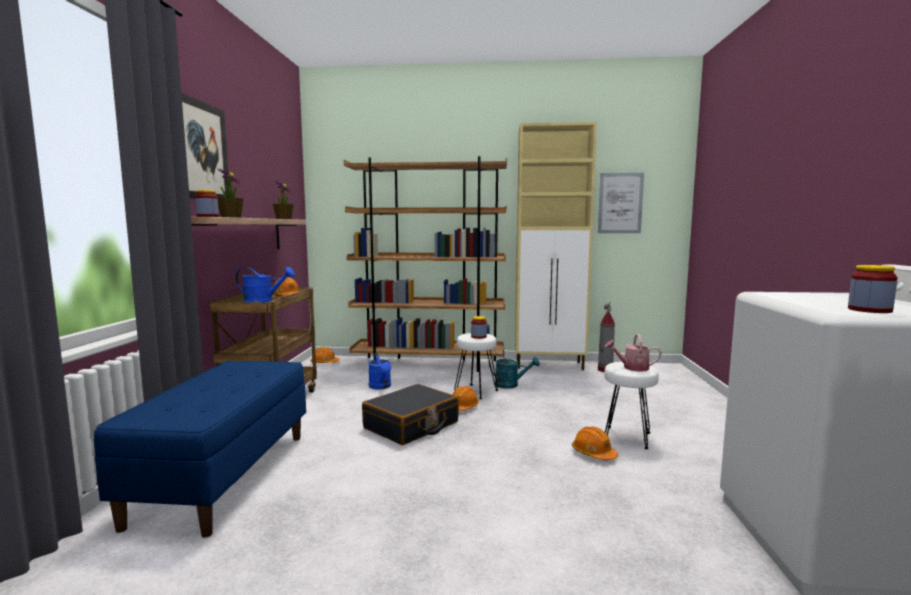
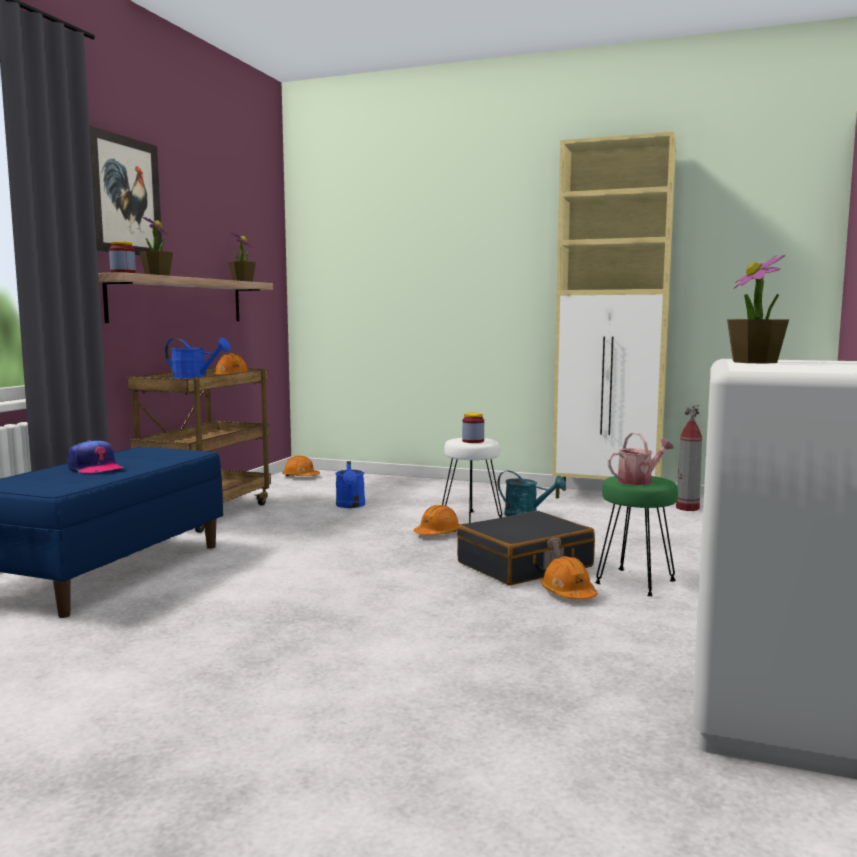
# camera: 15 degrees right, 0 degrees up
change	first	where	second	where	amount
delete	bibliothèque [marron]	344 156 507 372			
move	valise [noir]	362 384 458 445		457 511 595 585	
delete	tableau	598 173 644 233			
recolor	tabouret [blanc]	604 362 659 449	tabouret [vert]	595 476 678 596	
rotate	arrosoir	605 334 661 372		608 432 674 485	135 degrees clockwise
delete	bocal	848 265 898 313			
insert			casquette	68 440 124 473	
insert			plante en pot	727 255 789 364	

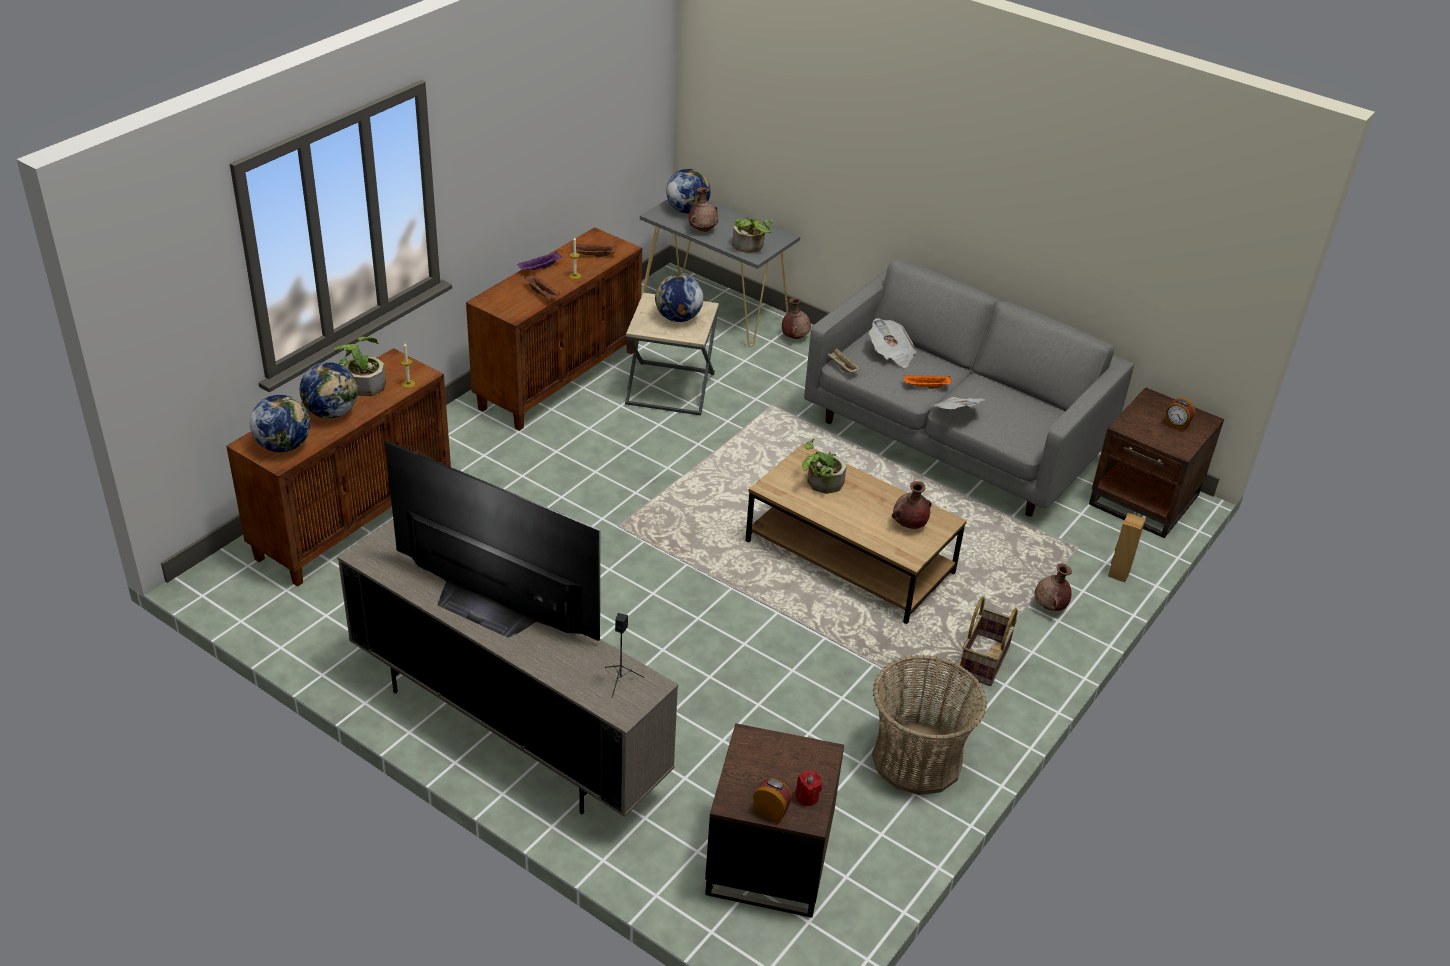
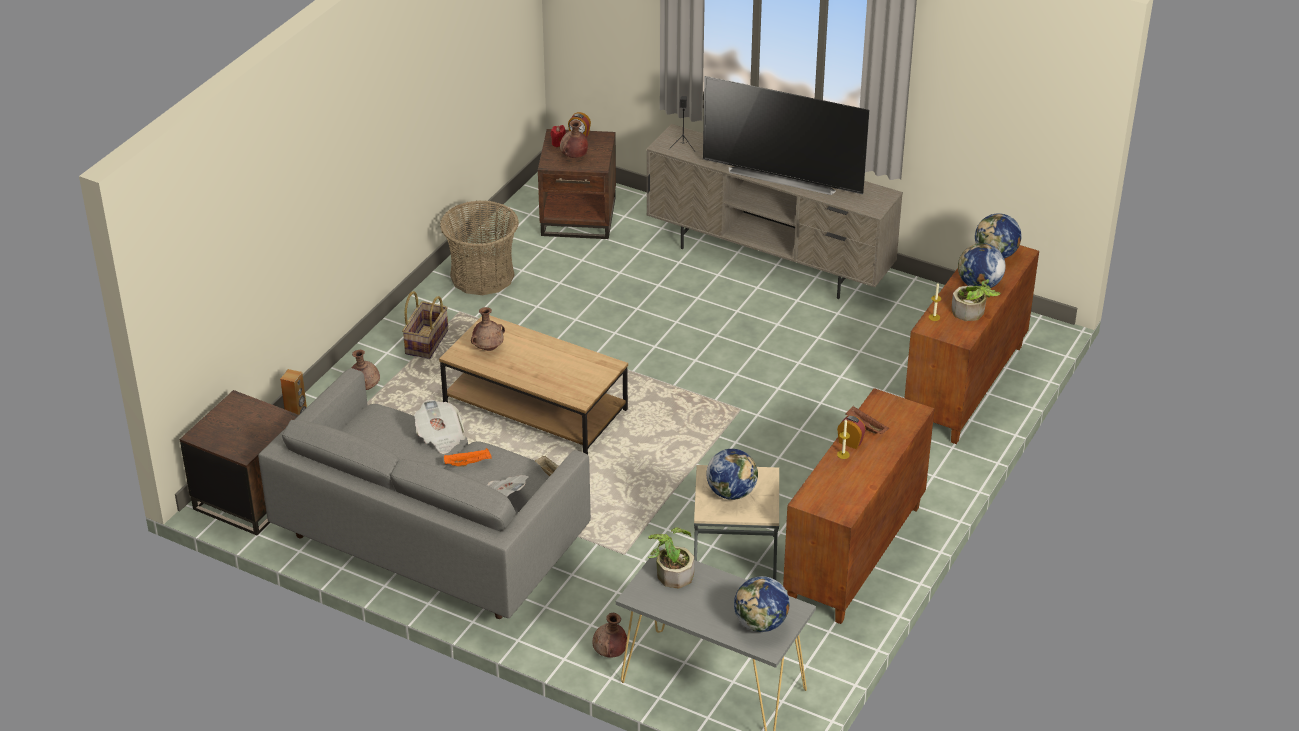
# camera: 175 degrees right, 0 degrees up
change	first	where	second	where	amount
delete	plateau [violet]	517 251 562 270			
delete	plateau [marron]	571 244 616 257			
move	vase [marron]	689 187 718 232		560 120 588 158	
delete	plante en pot	802 438 847 494			
move	réveil	1165 398 1195 432		837 415 866 449	

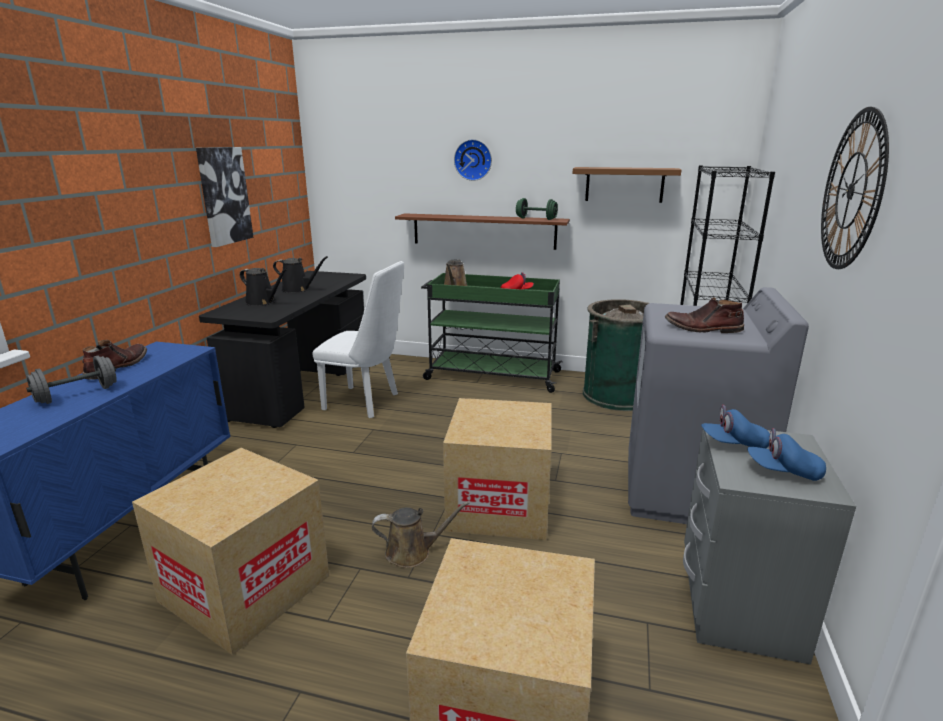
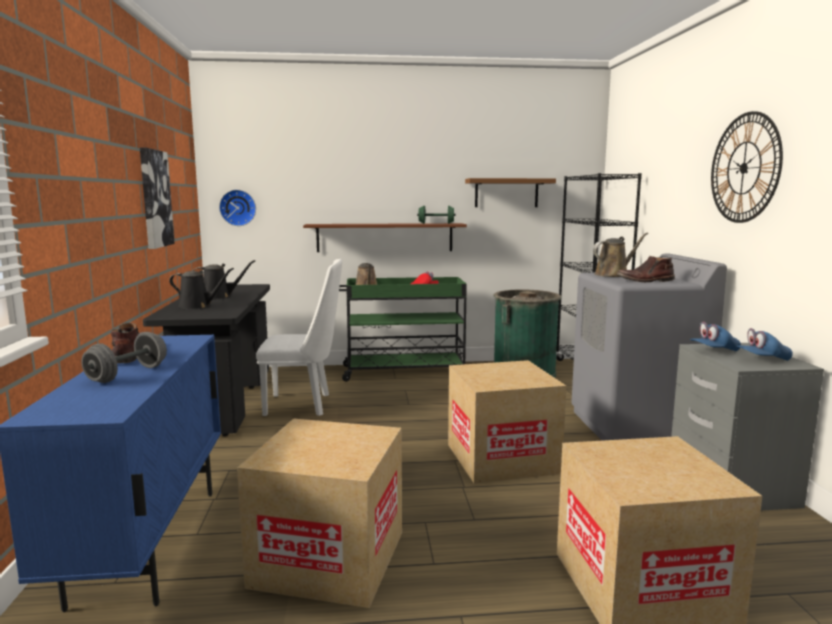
# camera: 20 degrees left, 10 degrees down
change	first	where	second	where	amount
move	arrosoir [marron]	372 501 470 568		593 232 648 277	
move	horloge murale	454 139 492 181		219 190 256 226	

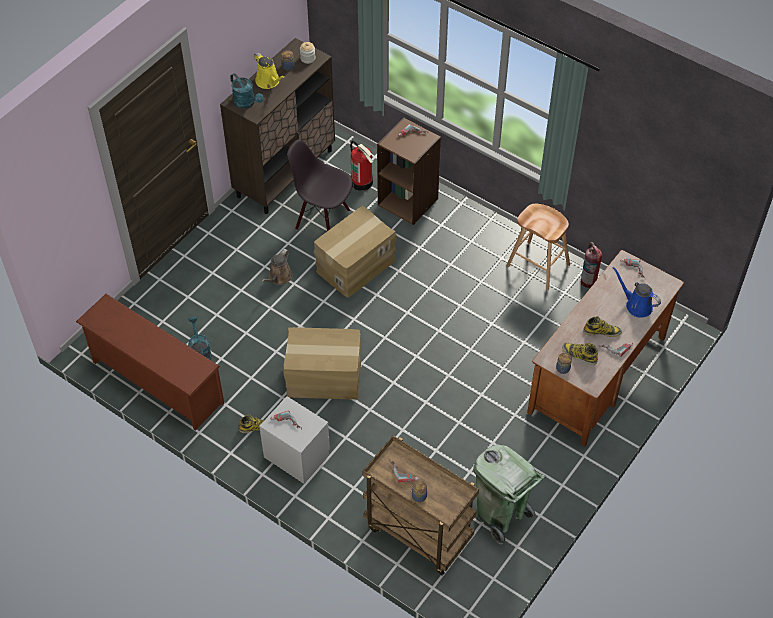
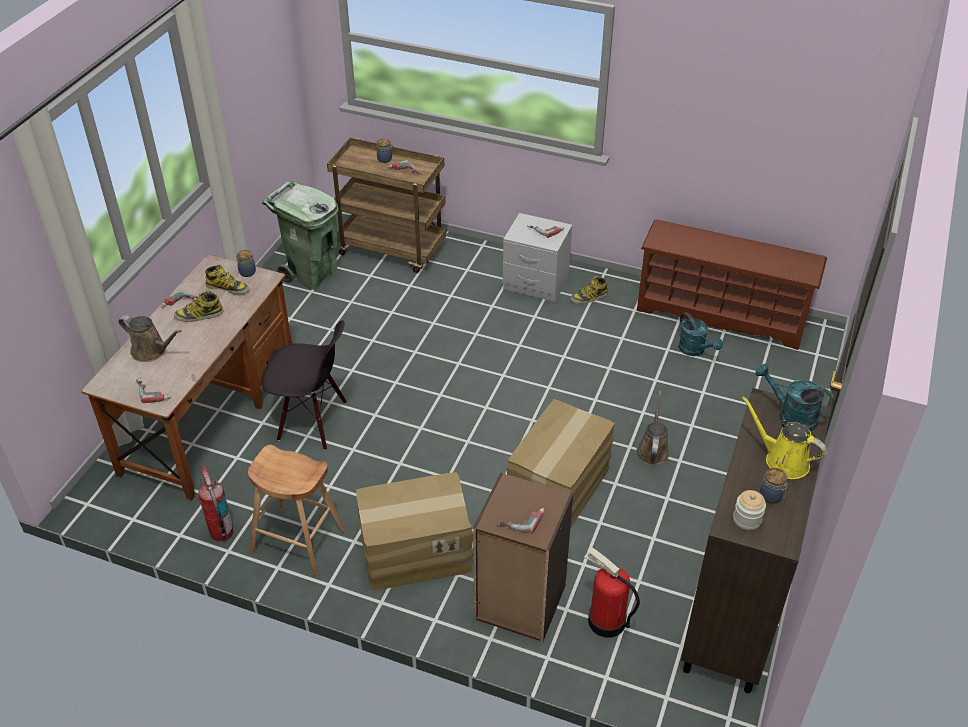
# camera: 165 degrees right, 10 degrees down
change	first	where	second	where	amount
move	carton	283 327 361 399		356 472 473 591	
move	chaise [noir]	287 140 353 231		261 320 347 450	
recolor	arrosoir [bleu]	613 267 661 318	arrosoir [marron]	118 315 181 362	

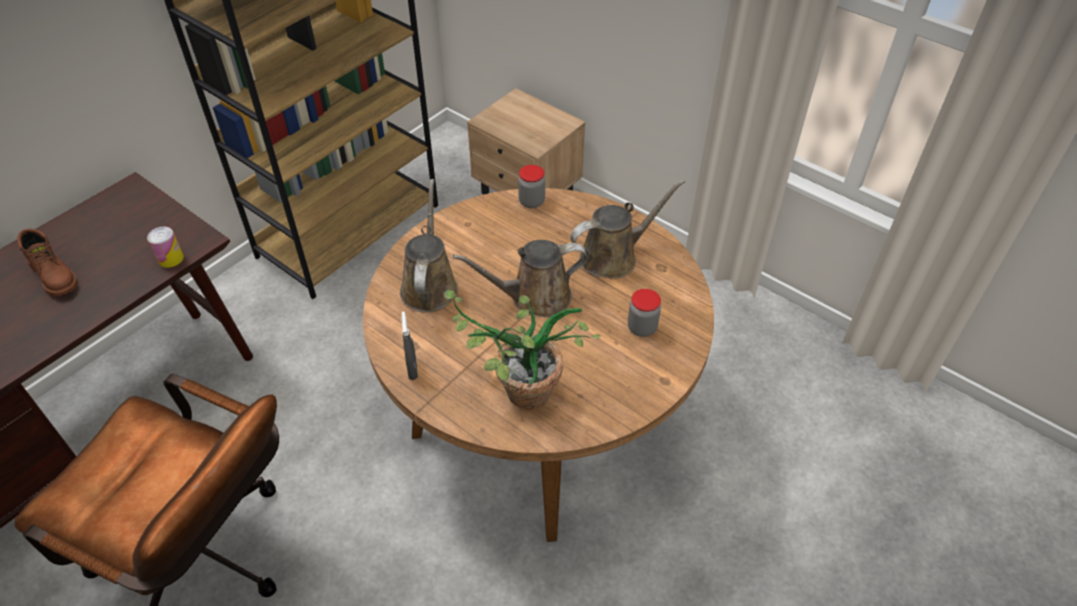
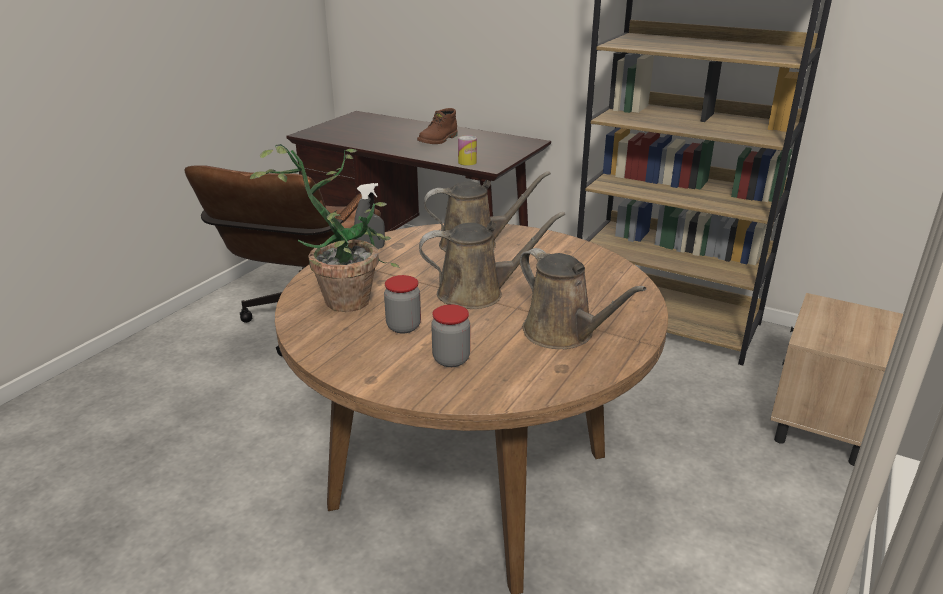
# camera: 80 degrees right, 20 degrees down
change	first	where	second	where	amount
rotate	arrosoir [marron]	453 240 587 317		419 212 565 309	105 degrees clockwise
move	bocal	518 165 545 208		384 275 421 333	

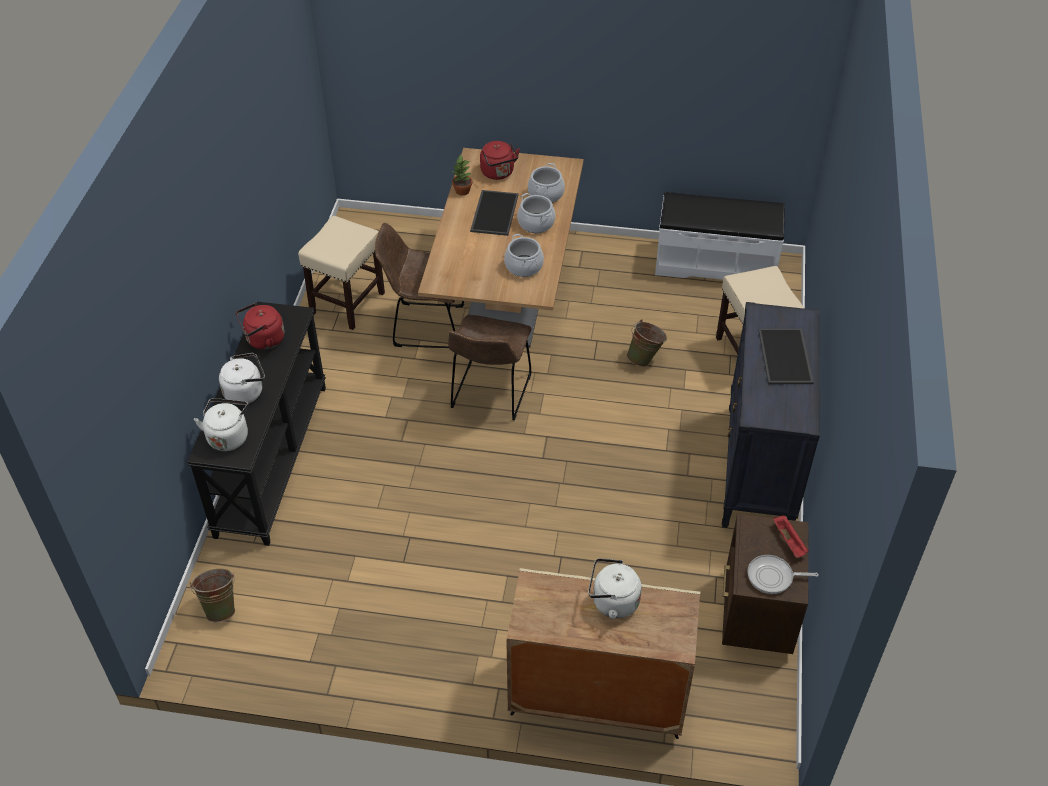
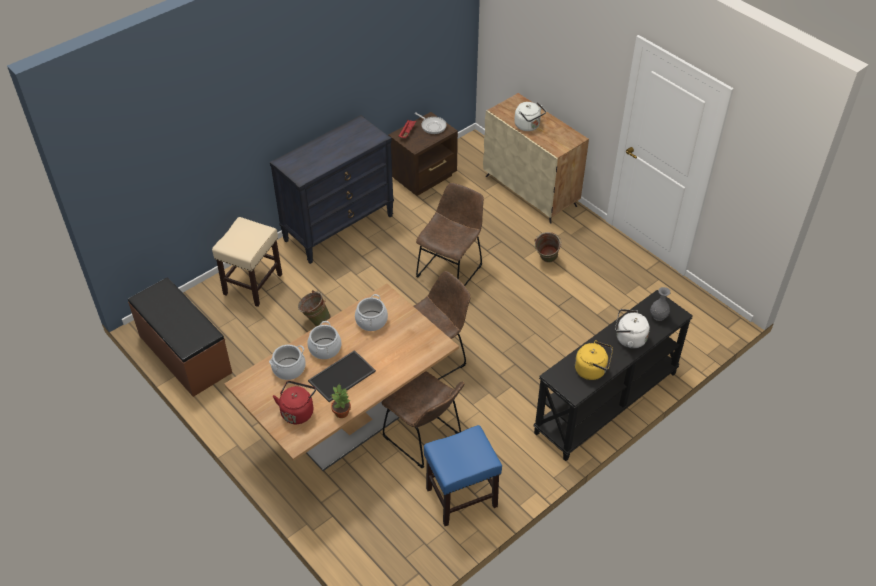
# camera: 140 degrees left, 0 degrees up
change	first	where	second	where	amount
move	seau [vert]	190 569 235 622		534 232 562 263	
replace	bouilloire [blanc]	194 398 248 451	vase [gris]	650 287 670 321	
recolor	bouilloire [rouge]	236 303 284 350	bouilloire [jaune]	575 340 613 380	
recolor	tabouret [beige]	298 216 385 330	tabouret [bleu]	424 425 502 526	
recolor	banc [blanc]	655 192 785 280	banc [marron]	128 277 232 397	
delete	plateau	758 329 814 384			
insert			chaise [marron]	416 183 484 286	

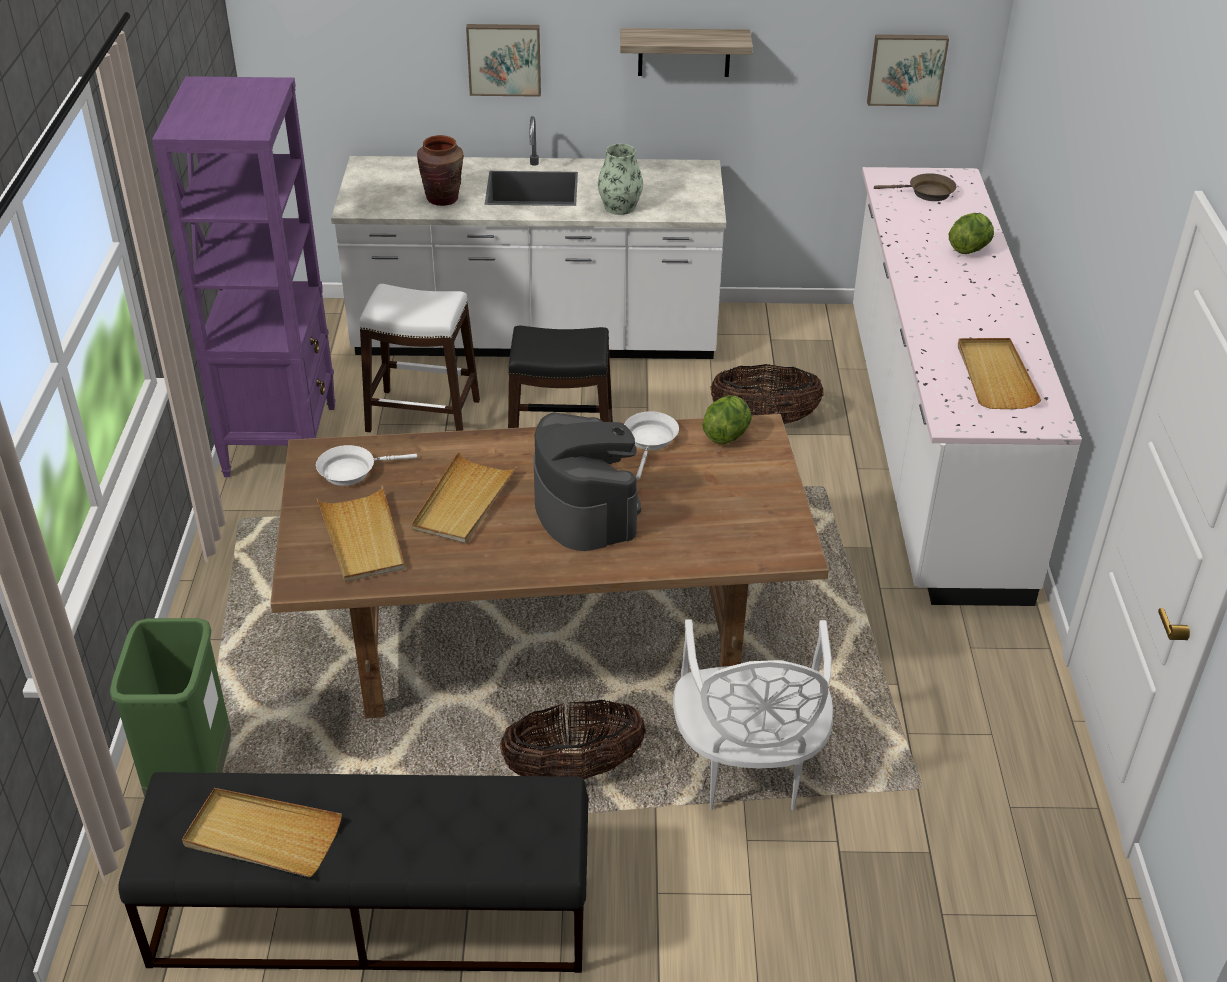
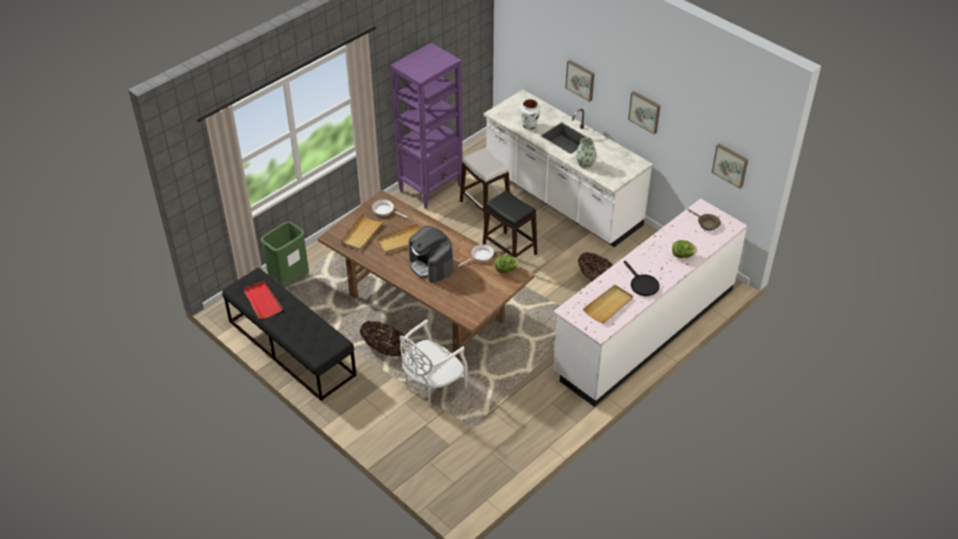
# camera: 45 degrees right, 5 degrees up
change	first	where	second	where	amount
recolor	plateau [beige]	182 788 342 877	plateau [rouge]	243 281 283 319	
recolor	vase [marron]	417 135 464 206	vase [blanc]	520 99 541 130	
rotate	machine à café	533 412 641 551		408 226 454 283	120 degrees clockwise
replace	étagère	620 28 753 77	tableau	628 91 661 134	
insert			poêle [noir]	624 260 659 296	

